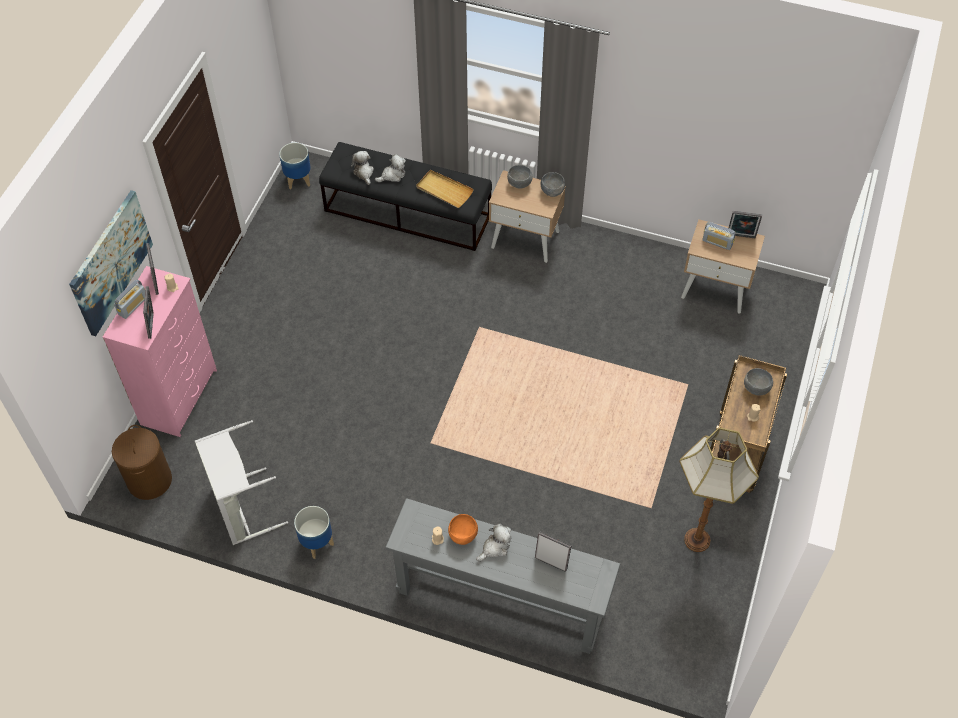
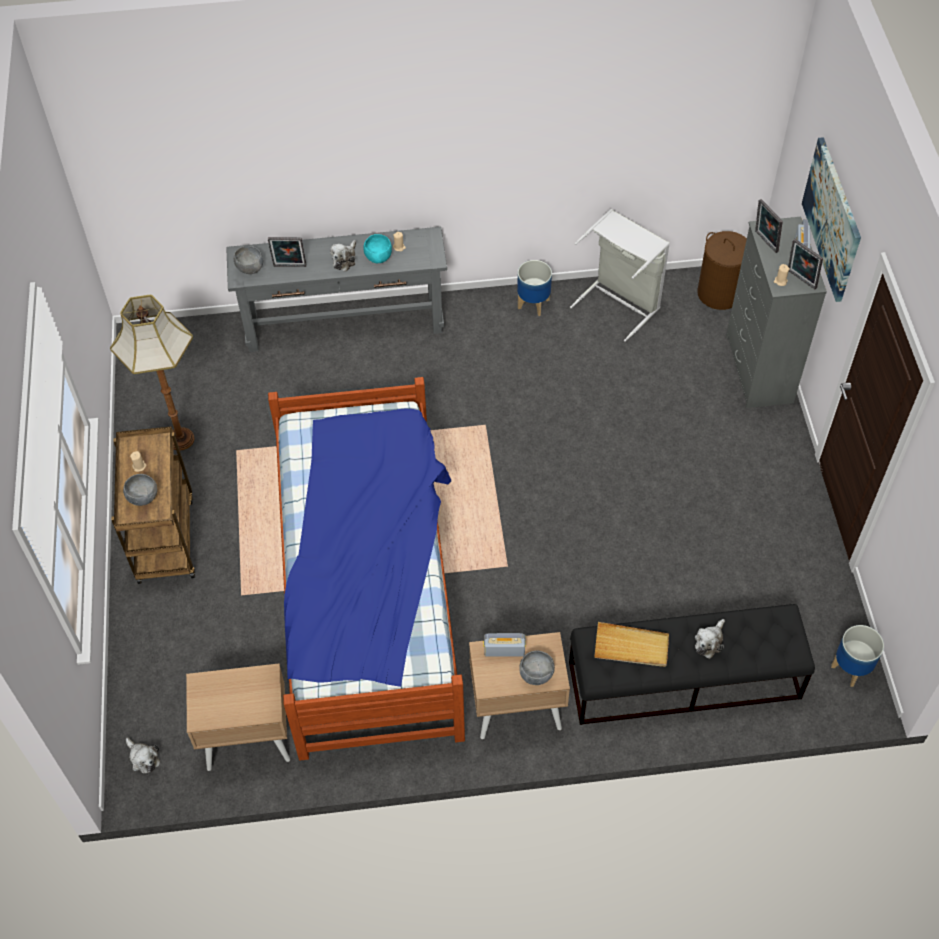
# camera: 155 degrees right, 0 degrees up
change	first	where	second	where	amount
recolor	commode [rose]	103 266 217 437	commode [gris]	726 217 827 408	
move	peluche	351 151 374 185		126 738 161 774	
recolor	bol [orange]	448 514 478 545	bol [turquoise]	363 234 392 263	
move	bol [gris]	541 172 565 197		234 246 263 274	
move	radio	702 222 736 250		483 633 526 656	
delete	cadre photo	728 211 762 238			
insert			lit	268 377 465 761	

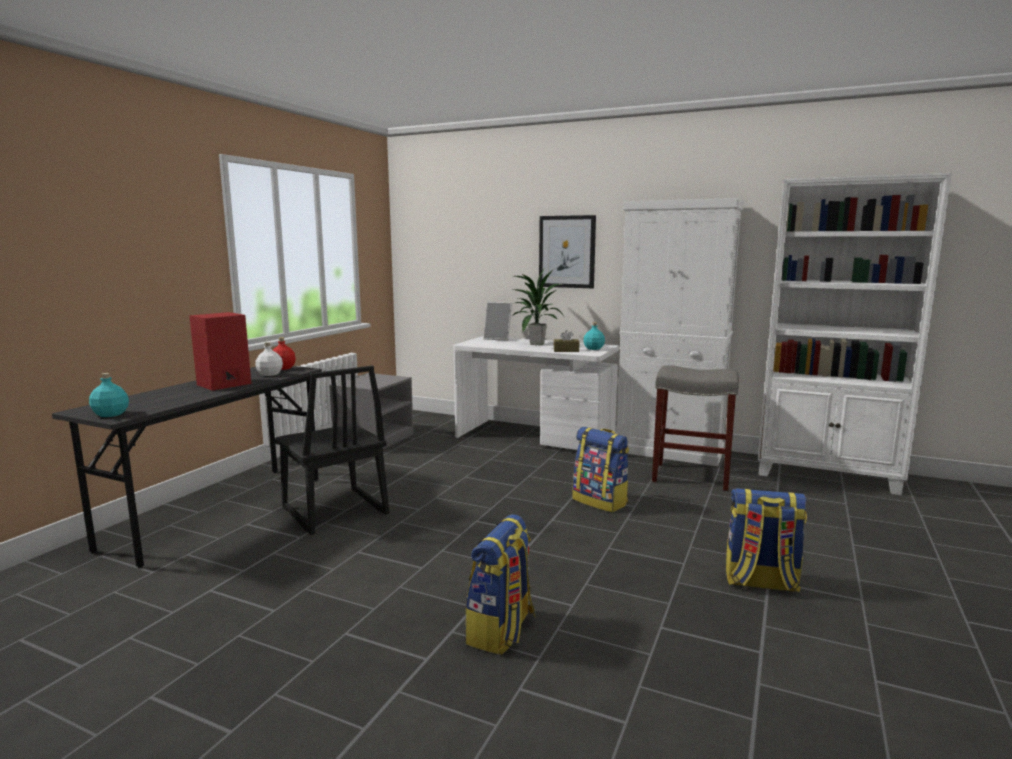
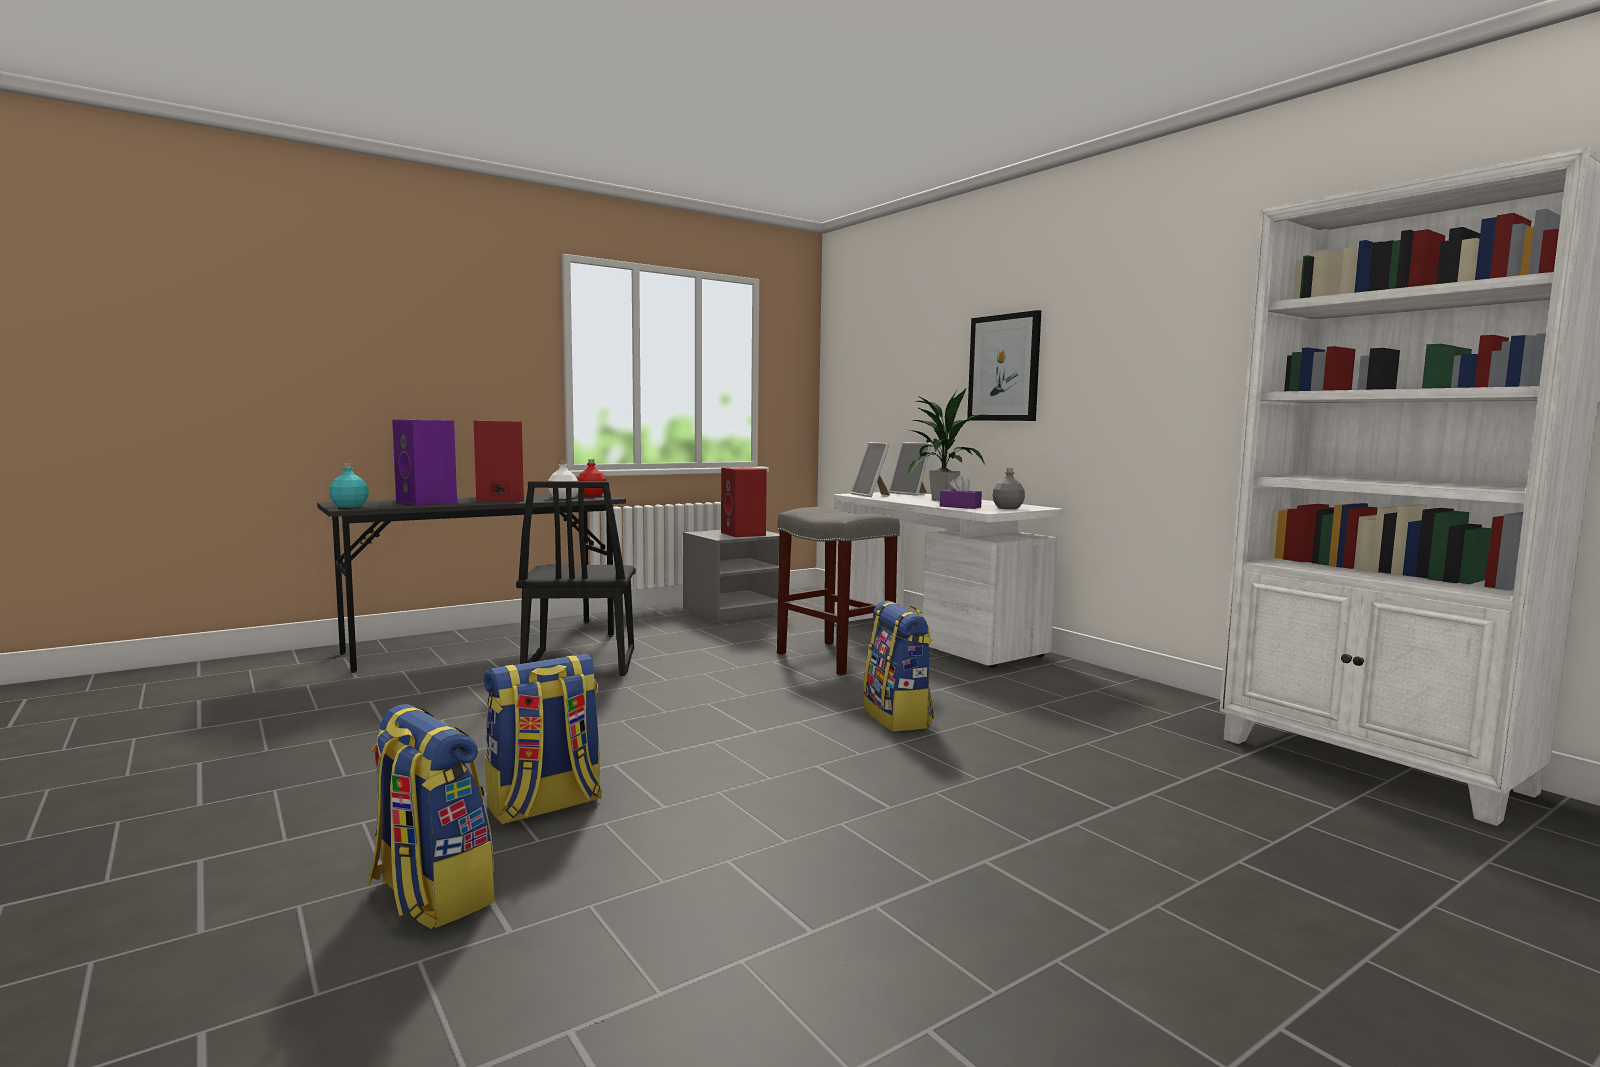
# camera: 30 degrees right, 5 degrees down
change	first	where	second	where	amount
recolor	boîte à mouchoirs [marron]	554 330 580 352	boîte à mouchoirs [violet]	940 476 982 509	
recolor	bouteille [turquoise]	583 322 605 350	bouteille [gris]	992 468 1025 509	
delete	meuble de rangement [blanc]	617 198 744 466			
move	tabouret [gris]	652 365 739 491		777 507 900 675	
move	sac à dos	726 488 807 592		368 704 495 929	
insert			enceinte [violet]	392 420 457 505	
insert			enceinte [rouge]	721 467 767 537	
insert			cadre photo	850 442 890 497	

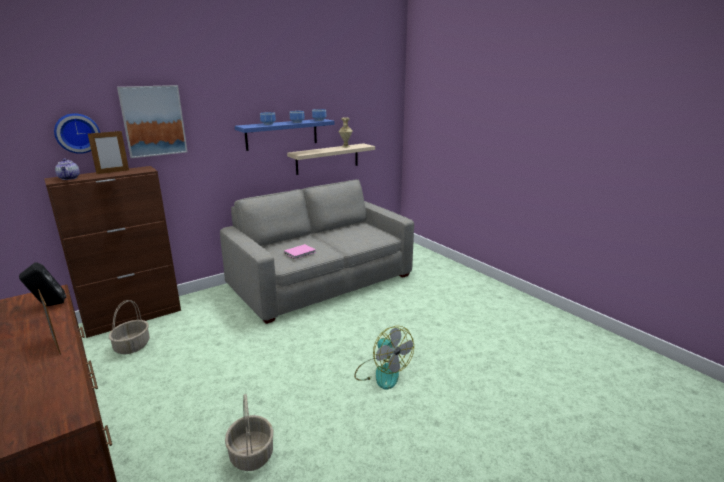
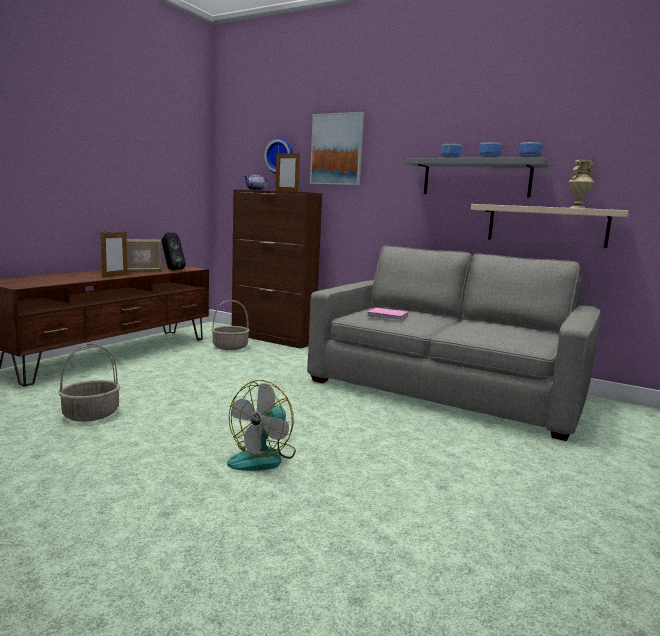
# camera: 65 degrees right, 10 degrees down
change	first	where	second	where	amount
recolor	étagère [bleu]	235 119 335 151	étagère [gris]	404 158 549 197	
insert			cadre photo	127 239 163 272	

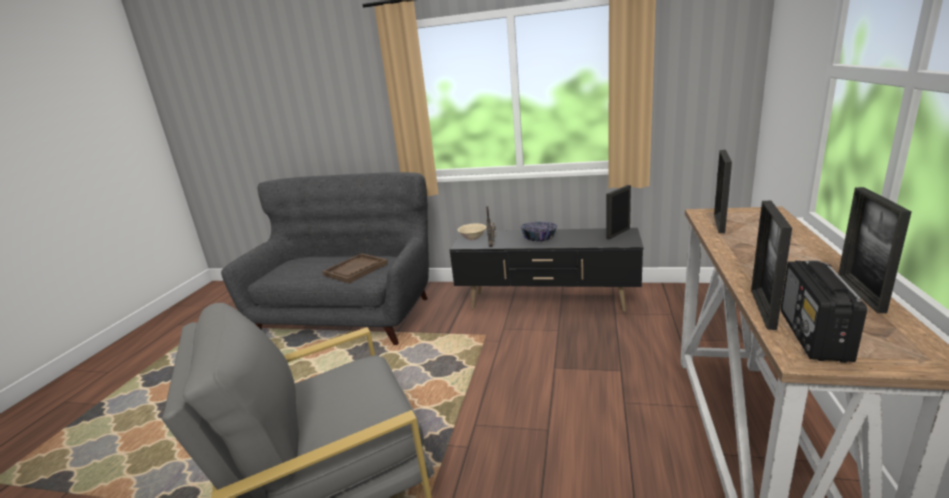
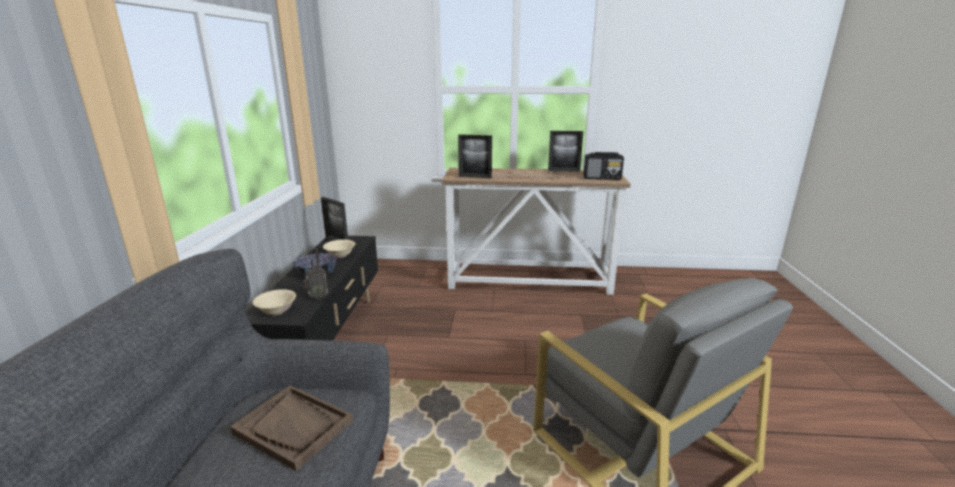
# camera: 100 degrees left, 0 degrees up
change	first	where	second	where	amount
delete	cadre photo	751 201 792 330			
insert			bol [beige]	323 239 355 258	

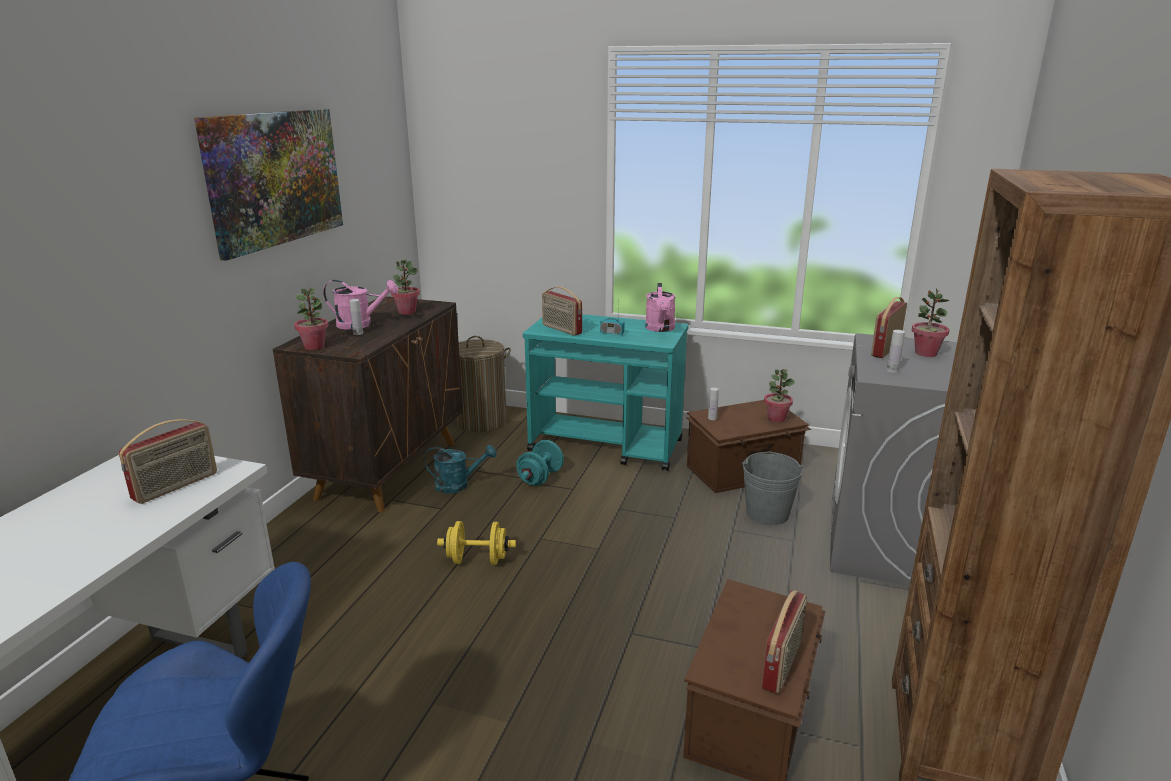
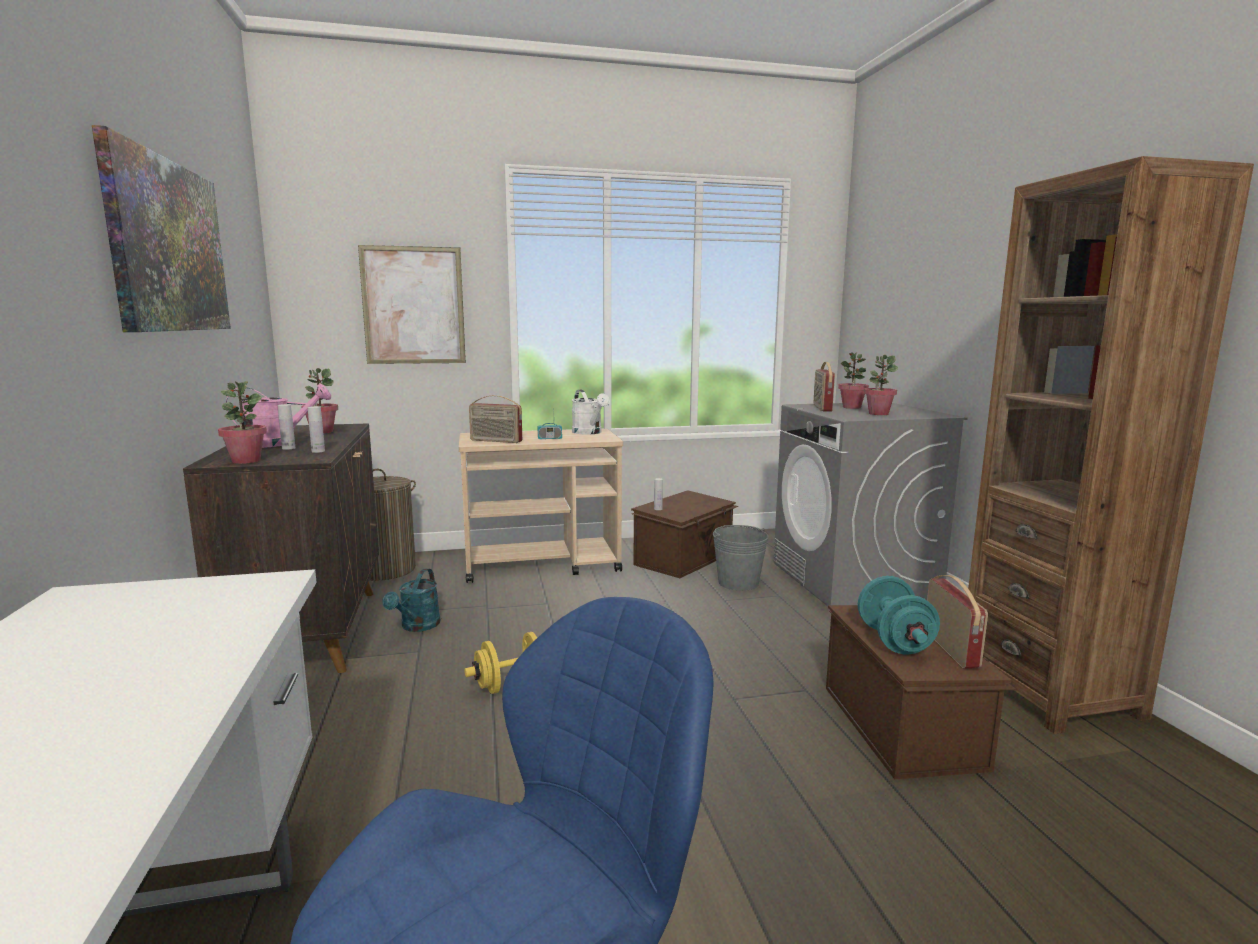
# camera: 30 degrees left, 10 degrees down
change	first	where	second	where	amount
delete	radio	119 419 217 504			
rotate	arrosoir [turquoise]	424 445 497 493		383 568 440 632	135 degrees clockwise
move	haltère [turquoise]	516 440 564 486		858 576 940 654	
recolor	chariot [turquoise]	523 314 689 471	chariot [beige]	459 429 623 583	
recolor	arrosoir [rose]	645 283 676 332	arrosoir [blanc]	572 390 610 434	
move	plante en pot	764 369 795 422		864 355 898 415	
move	bouteille [blanc]	887 330 905 373		308 406 325 453	
insert			tableau	358 245 466 364	

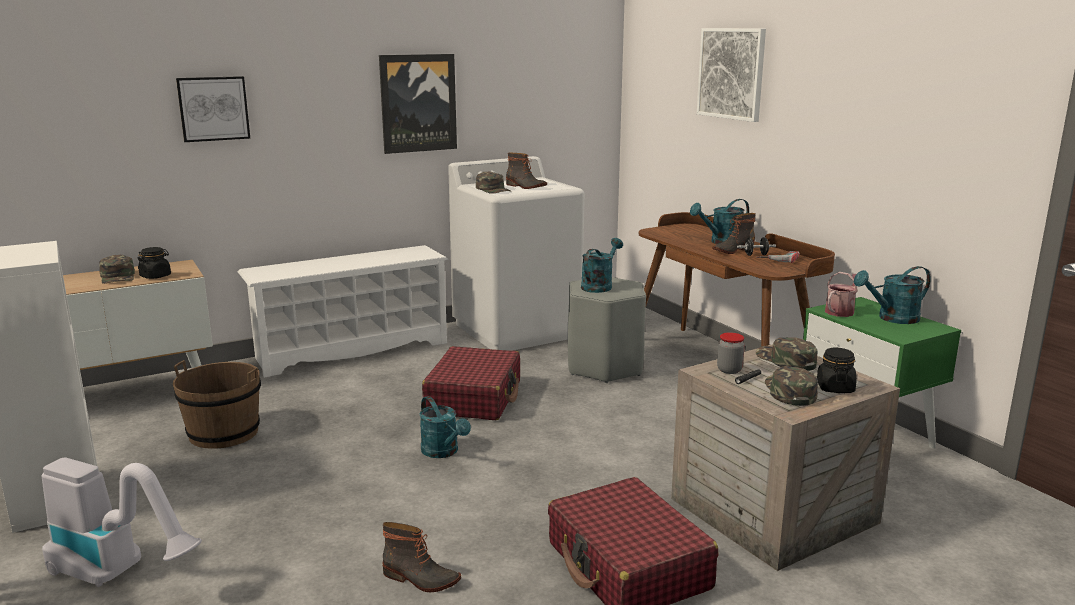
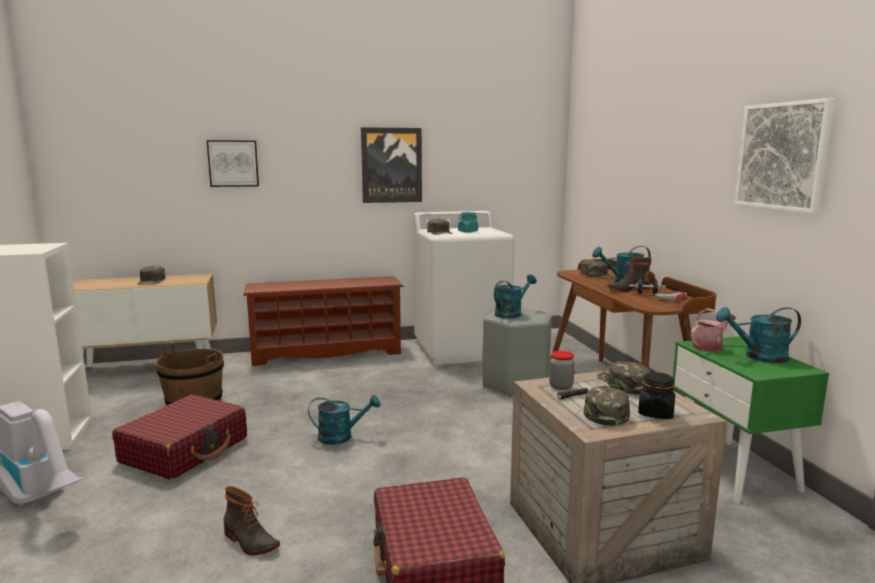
# camera: 15 degrees right, 5 degrees down
change	first	where	second	where	amount
delete	bocal [noir]	137 247 171 279			
recolor	étagère à chaussures [blanc]	238 245 449 378	étagère à chaussures [marron]	243 276 404 366	
rotate	arrosoir [turquoise]	419 396 471 458		308 395 381 445	75 degrees counterclockwise
move	valise [rouge]	422 346 520 420		112 395 247 480	
replace	botte	506 153 547 189	bocal [turquoise]	458 212 478 233	
move	tableau	697 28 766 122		734 98 835 214	
insert			casquette [vert]	580 260 615 279	

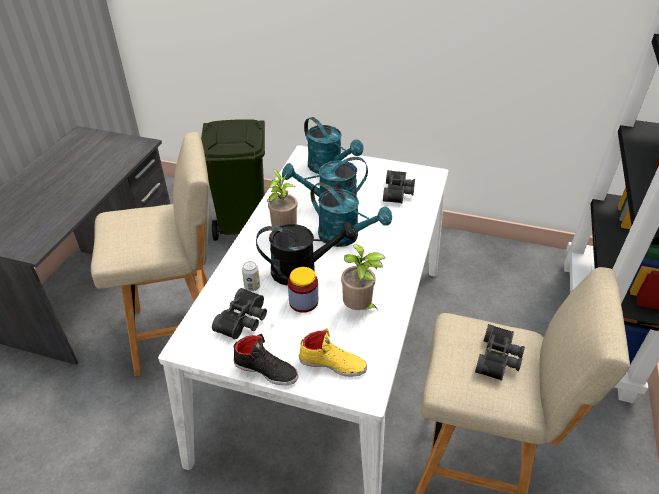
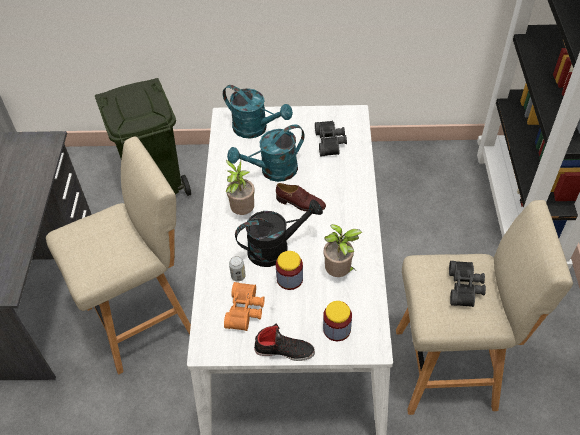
# camera: 15 degrees left, 10 degrees up
change	first	where	second	where	amount
recolor	jumelles [noir]	212 288 267 339	jumelles [orange]	224 282 265 331	
replace	chaussure [jaune]	299 328 367 377	bocal	323 301 352 341	
replace	arrosoir [turquoise]	311 182 392 247	chaussure [marron]	276 183 326 211	

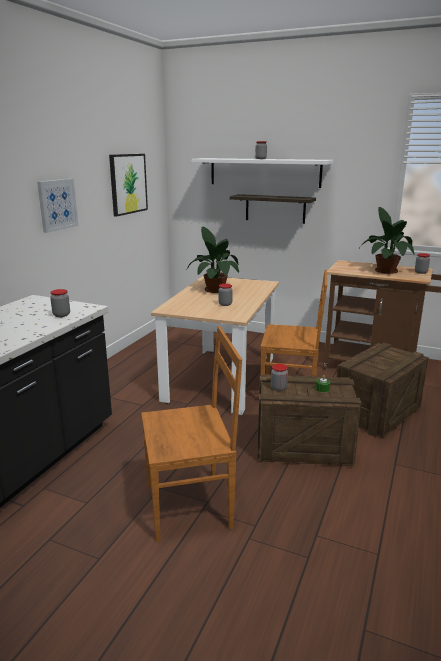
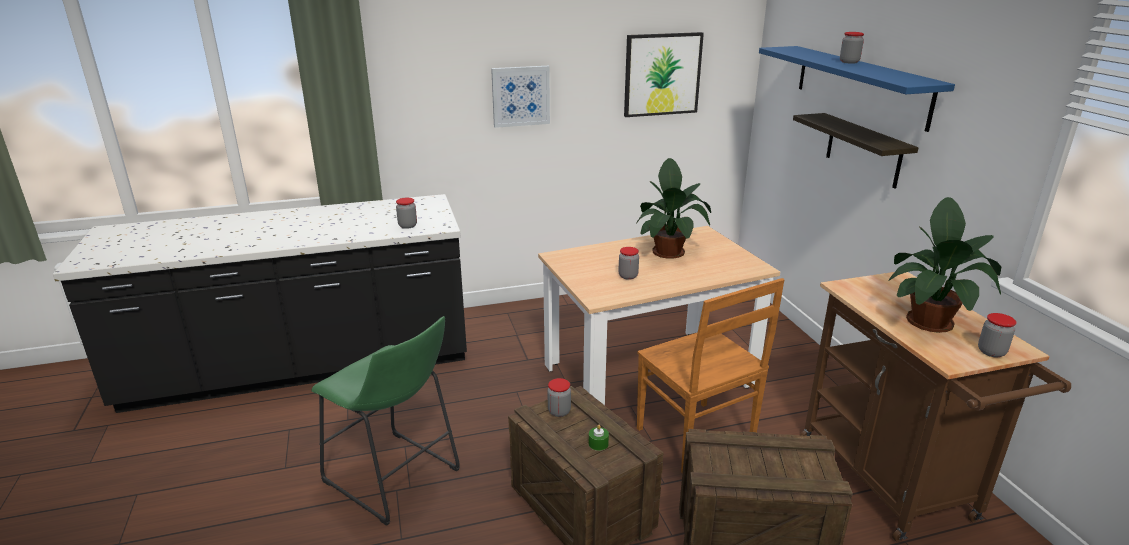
# camera: 50 degrees right, 5 degrees up
change	first	where	second	where	amount
replace	chaise [marron]	141 326 242 542	tabouret [vert]	311 316 460 526	
recolor	étagère [blanc]	191 158 333 188	étagère [bleu]	759 46 955 132	

